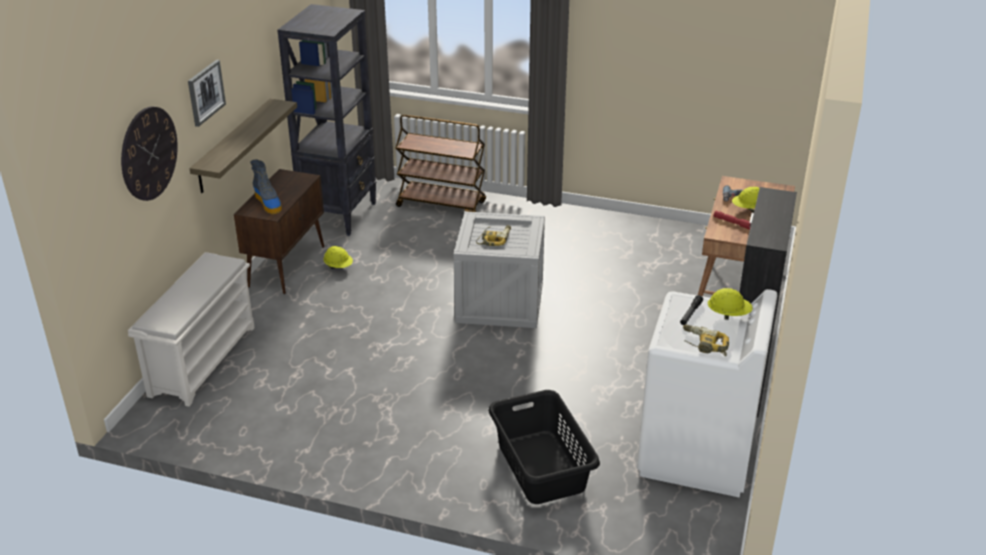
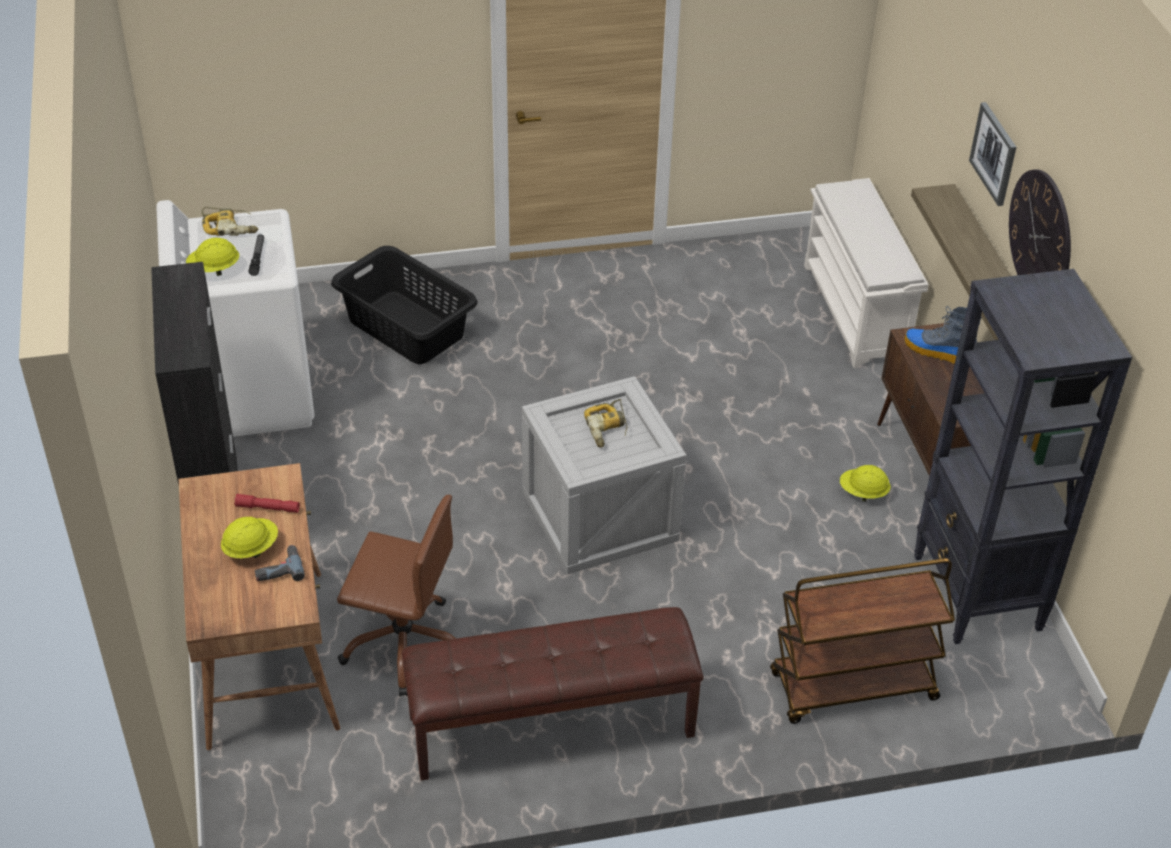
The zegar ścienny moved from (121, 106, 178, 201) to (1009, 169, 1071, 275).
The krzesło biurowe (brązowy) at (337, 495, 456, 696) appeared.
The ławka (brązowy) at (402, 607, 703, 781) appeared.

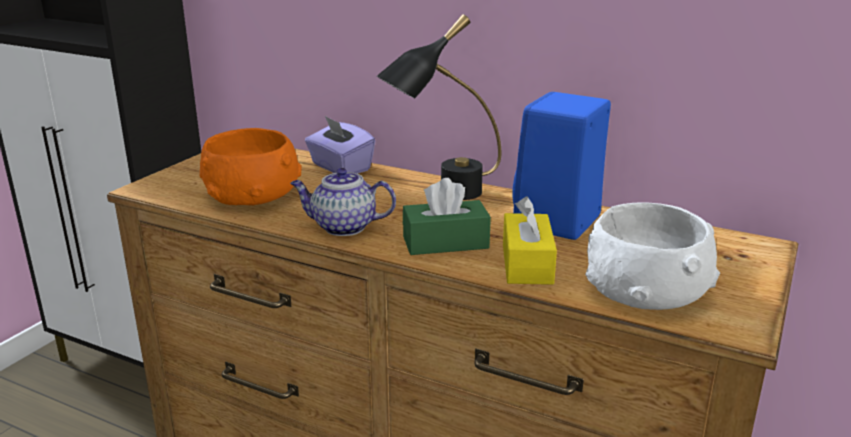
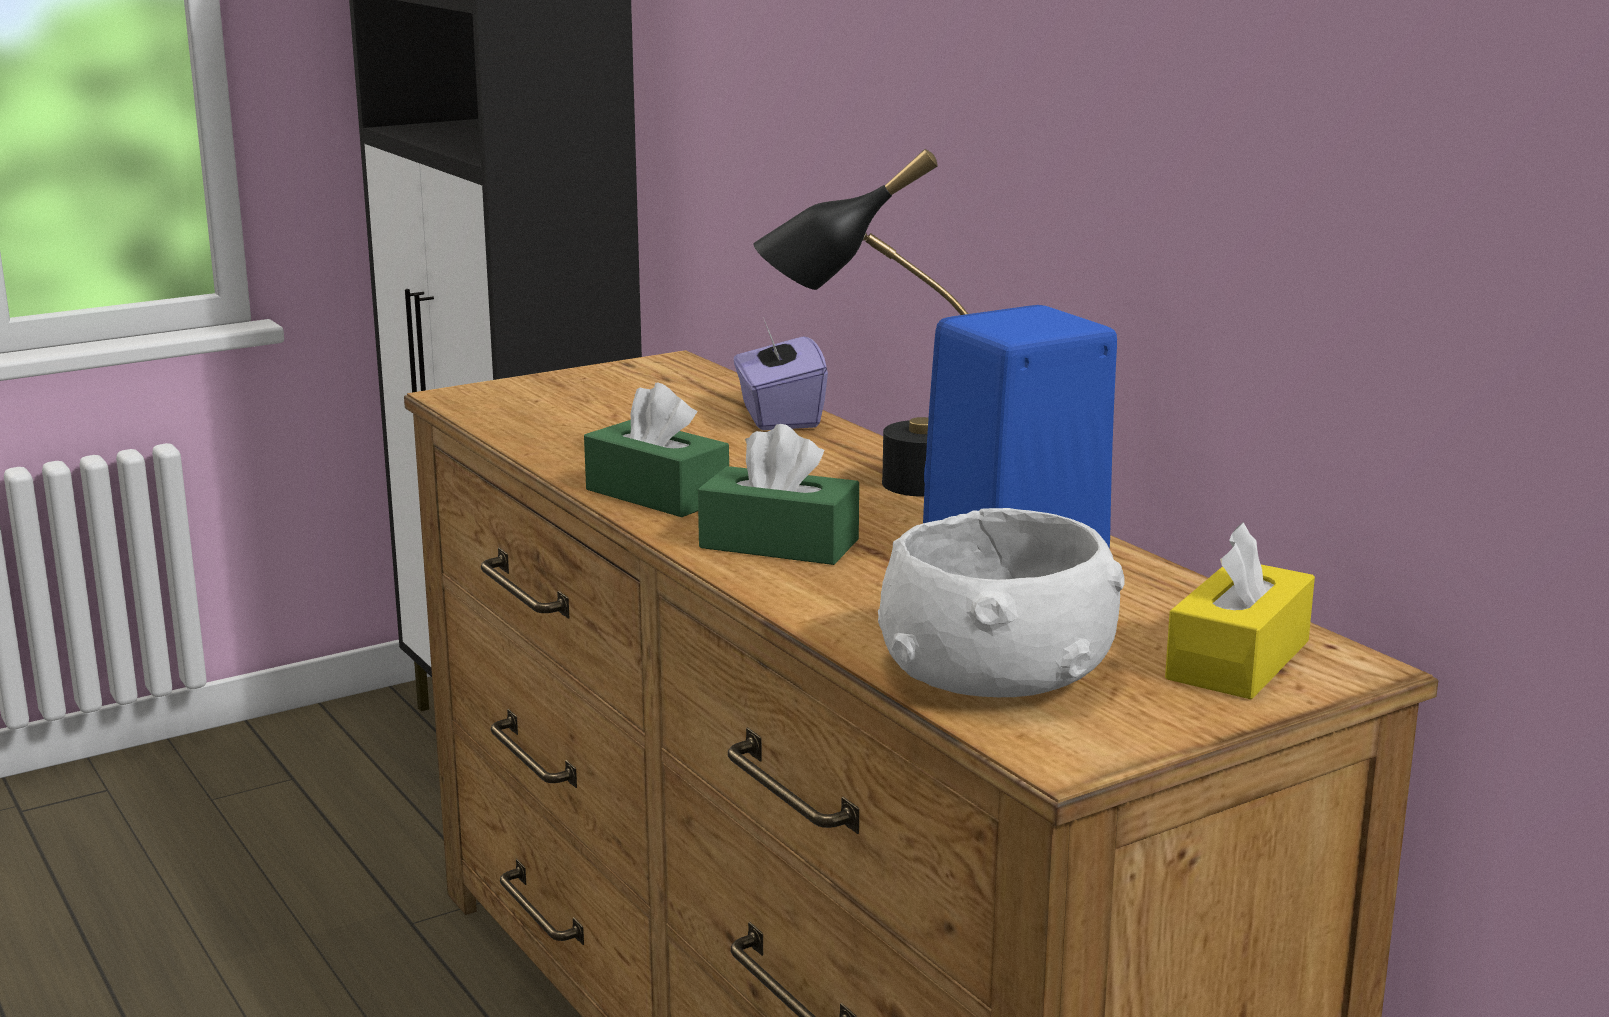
The miska (pomarańczowy) at (200, 128, 302, 205) disappeared.
The imbryk at (290, 168, 396, 236) was replaced by the pudełko chusteczek (zielony) at (584, 382, 729, 517).
The pudełko chusteczek (żółty) moved from (503, 196, 557, 285) to (1165, 522, 1315, 699).

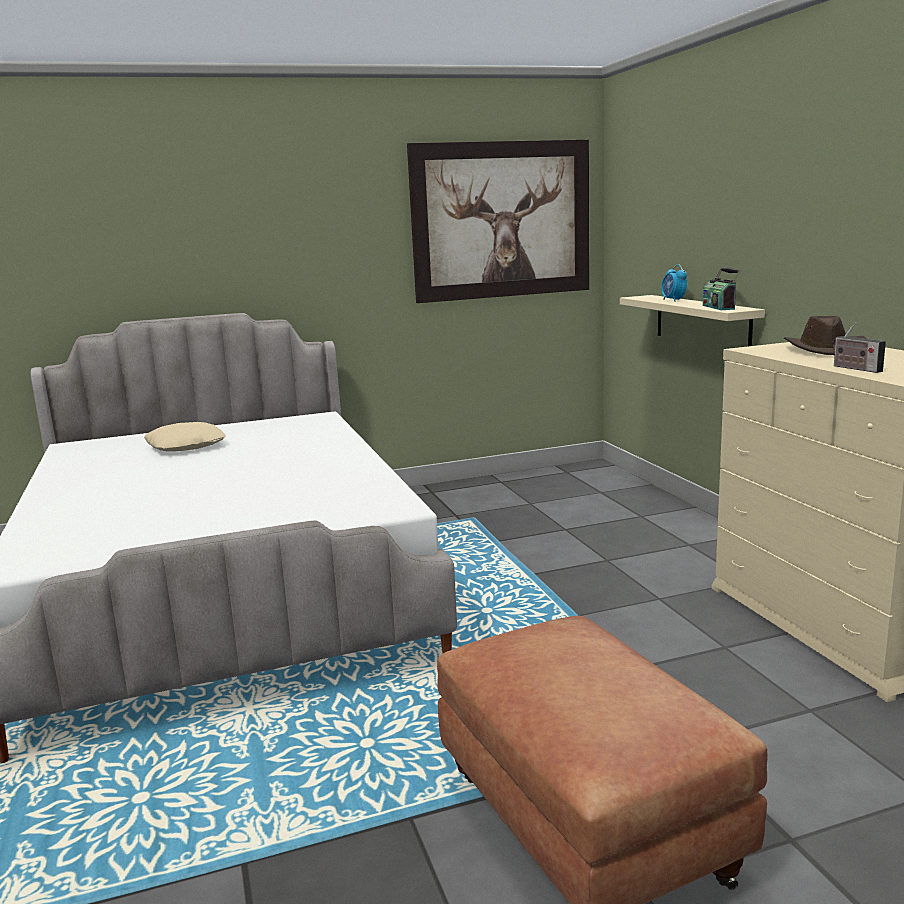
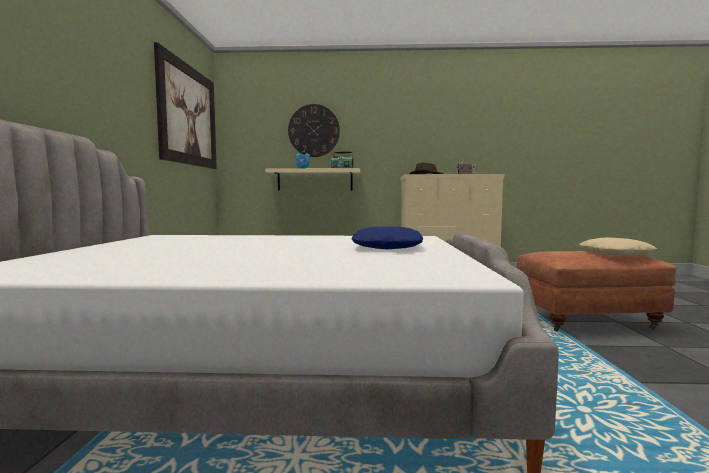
The poduszka (beżowy) moved from (144, 422, 226, 452) to (579, 237, 657, 256).
The zegar ścienny at (288, 104, 340, 157) appeared.
The poduszka (niebieski) at (351, 226, 423, 249) appeared.

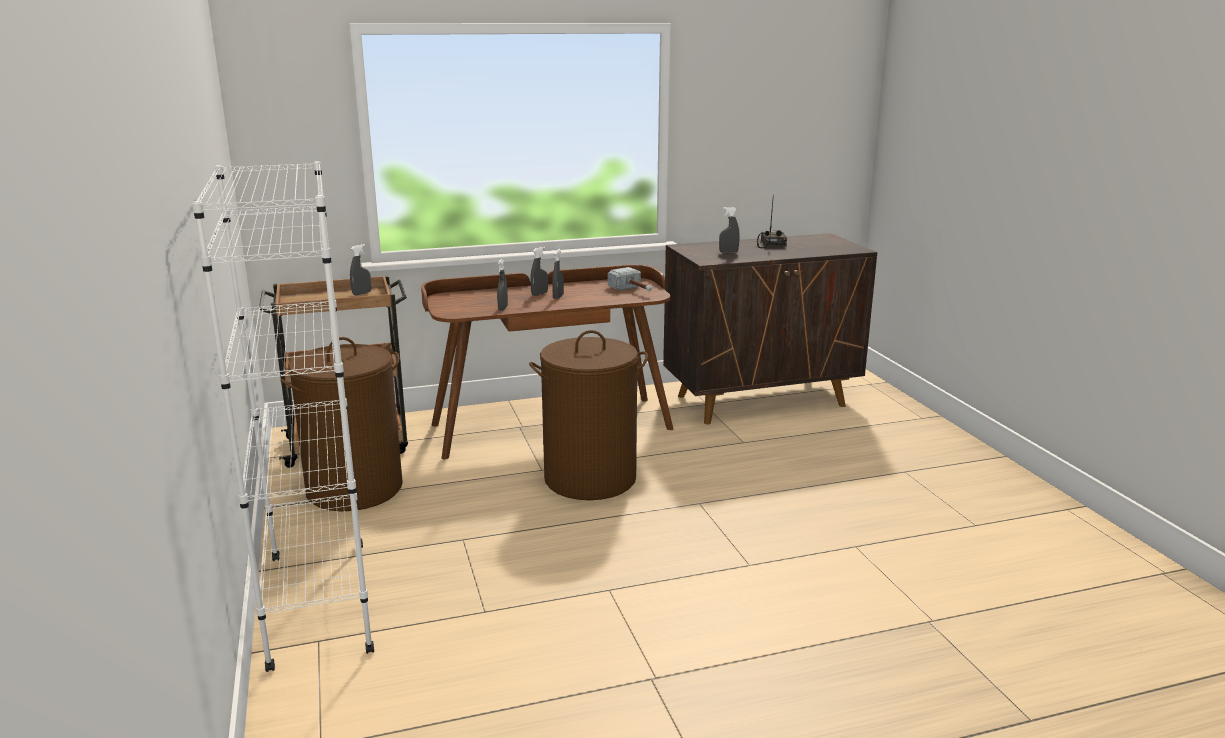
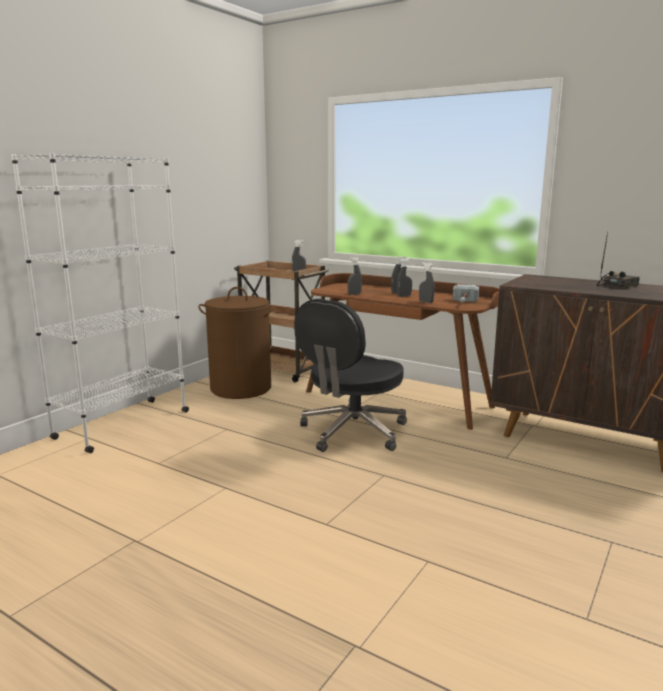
The kosz na pranie (brązowy) at (529, 330, 648, 500) was replaced by the krzesło biurowe (czarny) at (294, 299, 407, 452).
The spryskiwacz (szary) moved from (719, 207, 740, 253) to (419, 262, 435, 303).

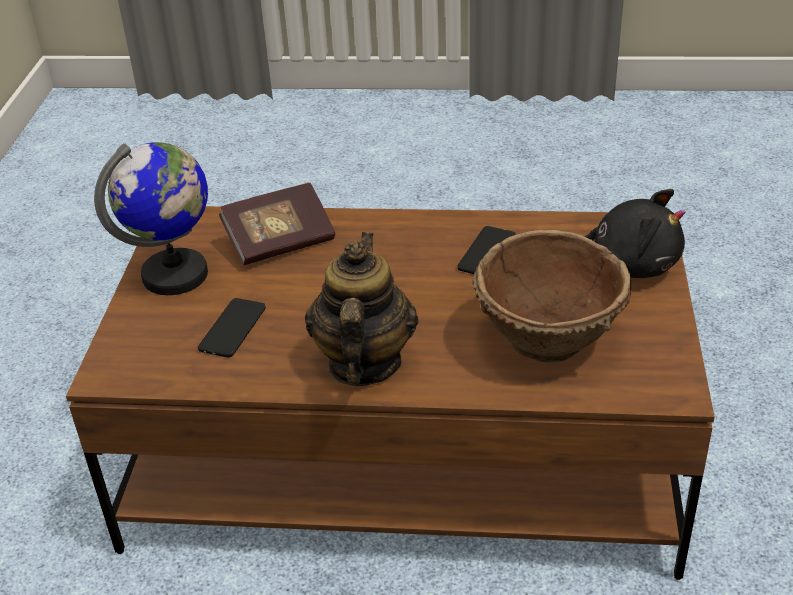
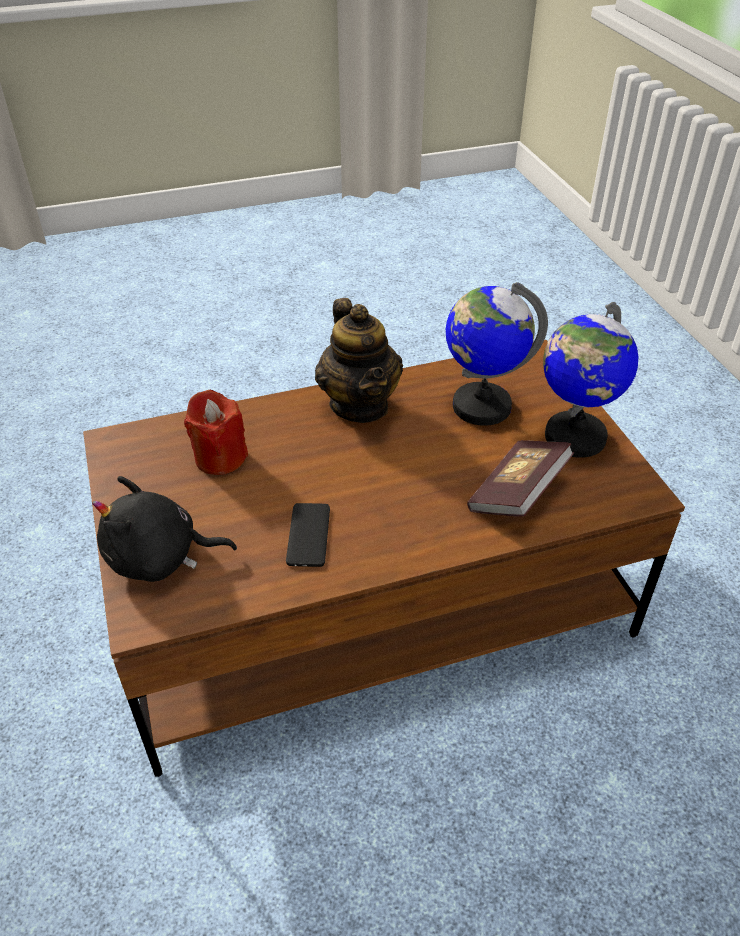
The telefon at (198, 298, 266, 358) was replaced by the globus at (446, 282, 548, 426).
The miska (brązowy) at (472, 230, 631, 363) was replaced by the świeca (czerwony) at (184, 389, 248, 475).

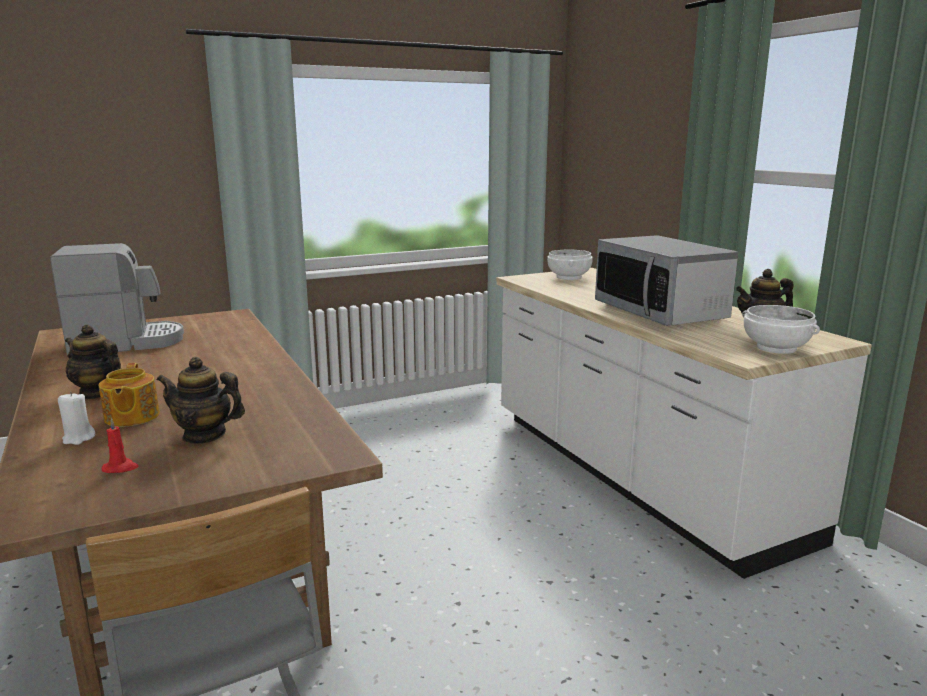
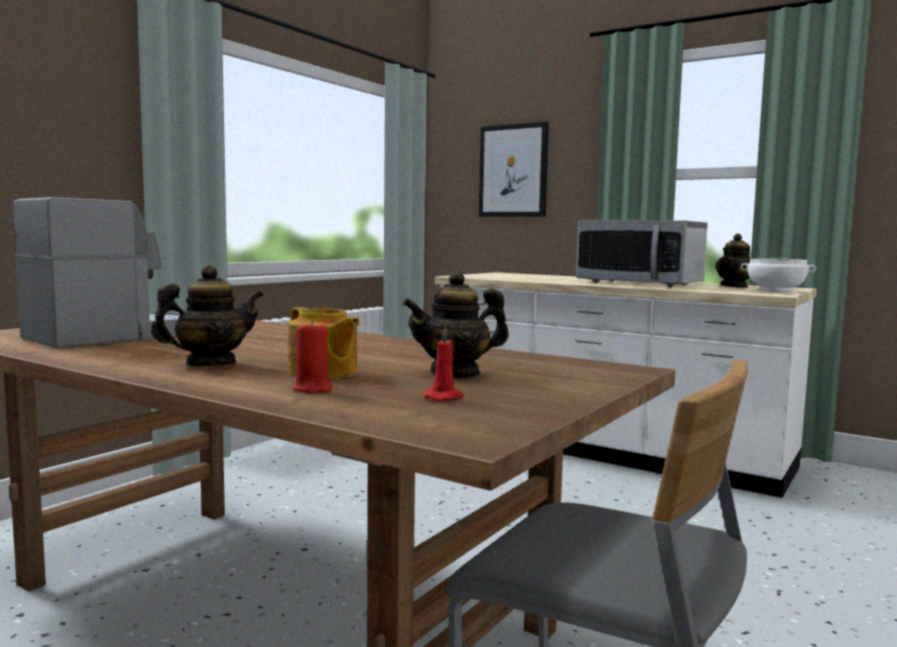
The świeca (biały) at (58, 392, 95, 445) became the świeca (czerwony) at (293, 320, 333, 394).
The imbryk at (65, 324, 121, 399) turned 150 degrees clockwise.
The miska (biały) at (547, 250, 593, 280) disappeared.
The obraz at (479, 122, 549, 217) appeared.

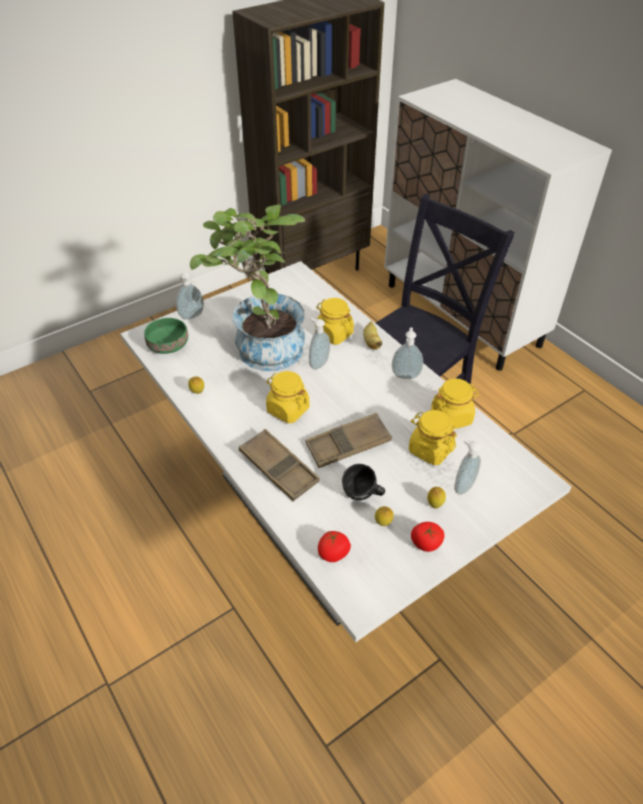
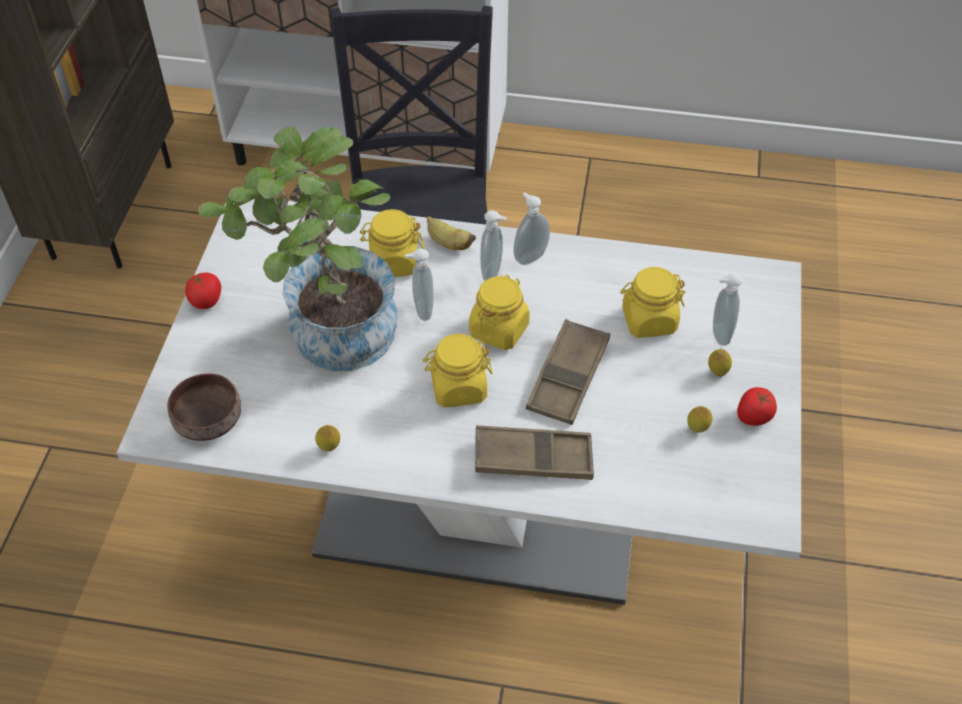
The miska (zielony) at (144, 318, 188, 354) became the miska (brązowy) at (167, 373, 241, 441).
The dozownik mydła moved from (176, 272, 204, 320) to (480, 210, 507, 281).
The pomidor moved from (318, 531, 351, 562) to (185, 273, 221, 309).
The kubek (czarny) at (342, 464, 385, 500) disappeared.
The słoik (żółty) moved from (431, 378, 479, 429) to (469, 275, 530, 350).

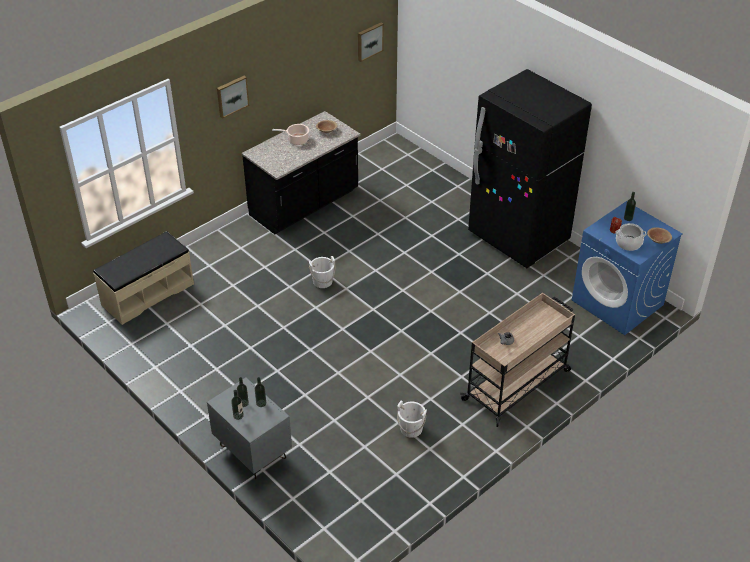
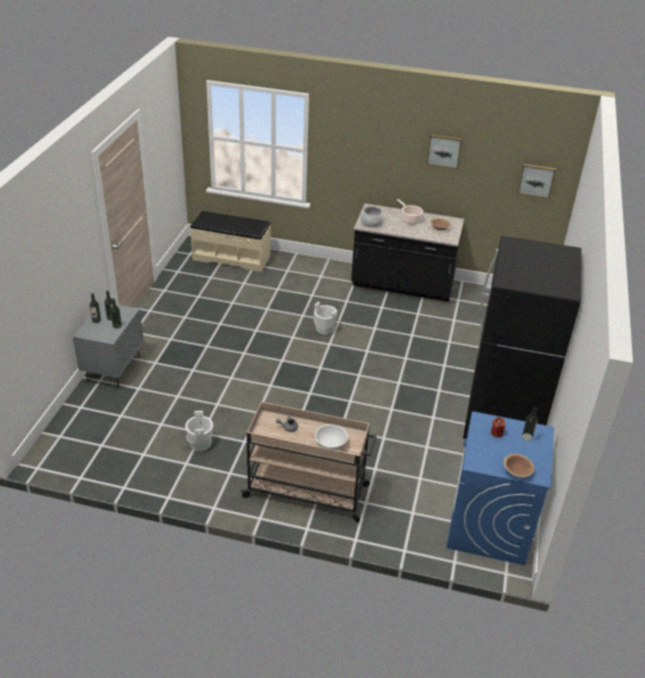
The obraz moved from (217, 76, 249, 119) to (427, 134, 462, 169).
The garnek moved from (615, 223, 646, 251) to (361, 206, 384, 228).
The miska (biały) at (315, 424, 348, 450) appeared.

